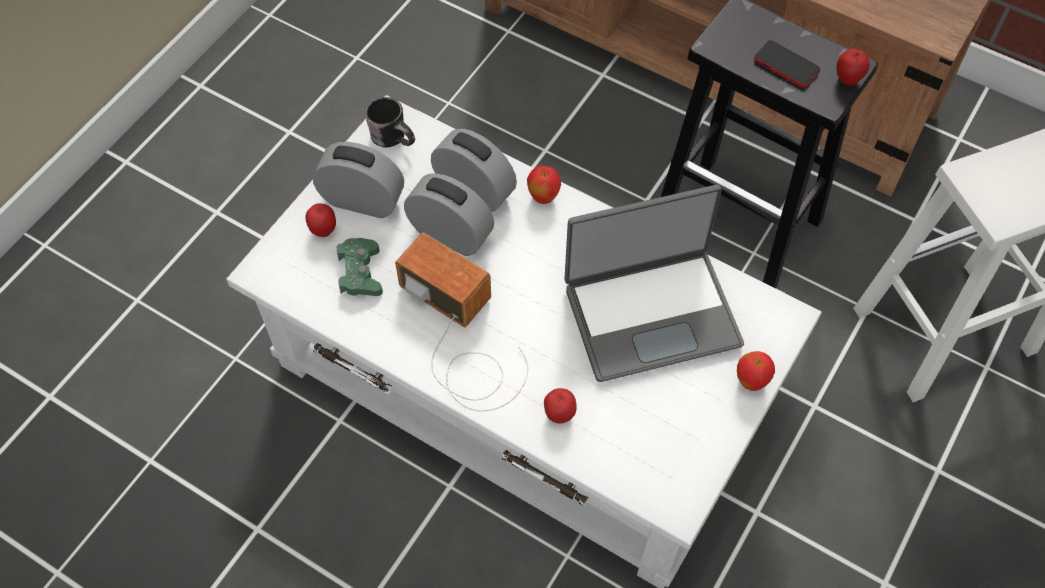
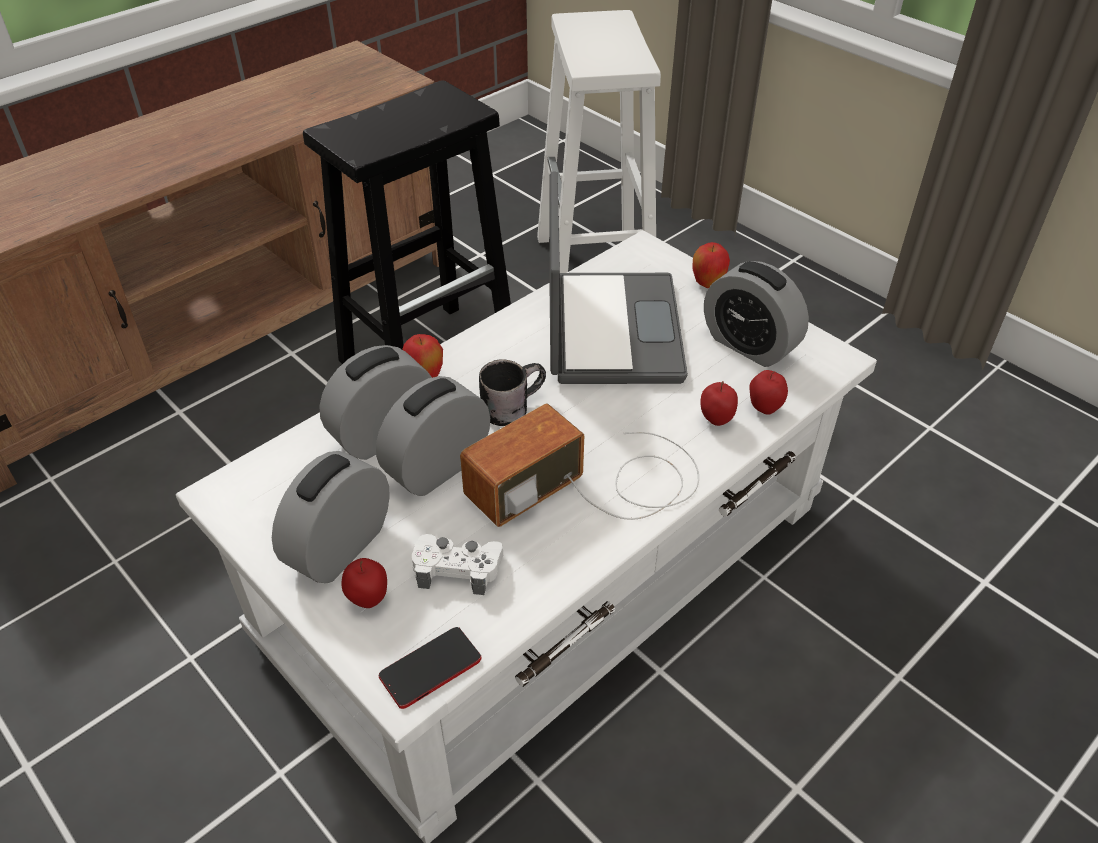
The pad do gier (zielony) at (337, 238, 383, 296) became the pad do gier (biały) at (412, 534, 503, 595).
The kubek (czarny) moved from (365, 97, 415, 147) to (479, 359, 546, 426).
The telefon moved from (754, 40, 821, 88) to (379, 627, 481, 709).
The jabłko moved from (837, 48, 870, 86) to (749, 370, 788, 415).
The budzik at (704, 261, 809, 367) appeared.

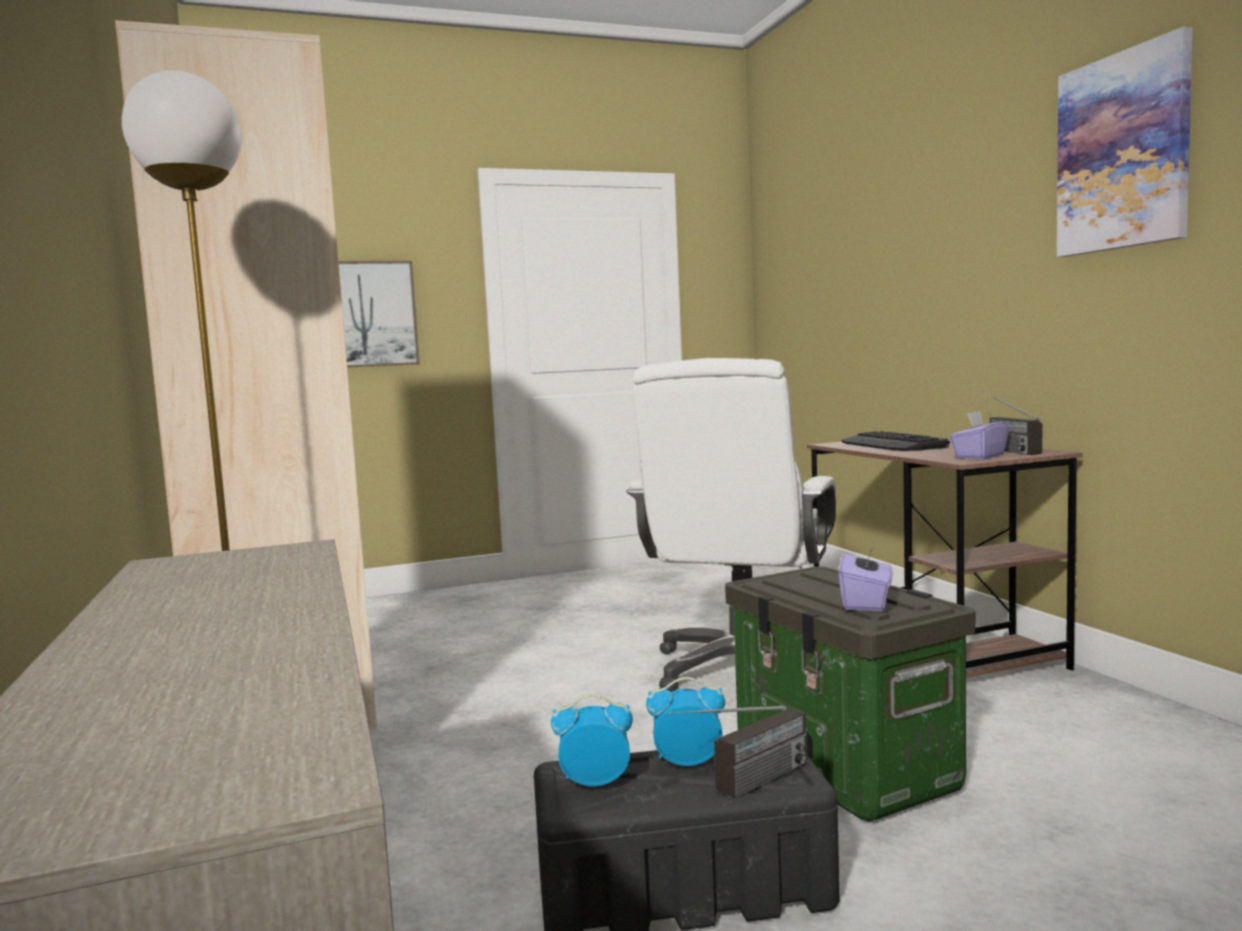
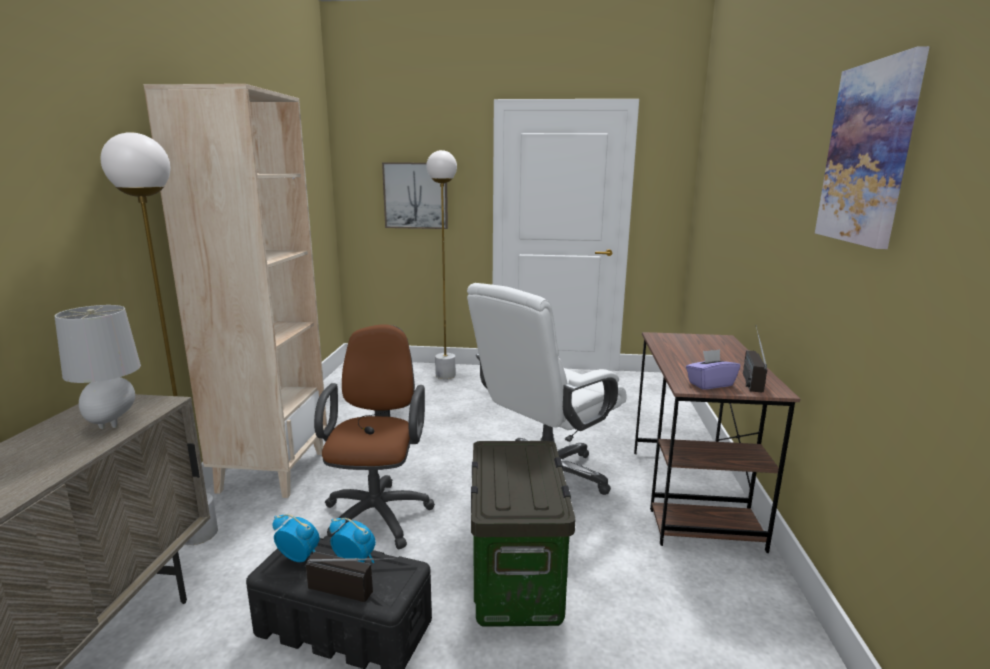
The radio at (669, 705, 807, 798) turned 150 degrees counterclockwise.
The pudełko chusteczek (fioletowy) at (838, 541, 892, 611) disappeared.
The klawiatura at (841, 431, 950, 451) disappeared.
The lampa stołowa (szary) at (55, 305, 141, 429) appeared.
The krzesło biurowe (brązowy) at (314, 324, 435, 550) appeared.
The lampa stojąca (biały) at (426, 150, 457, 379) appeared.

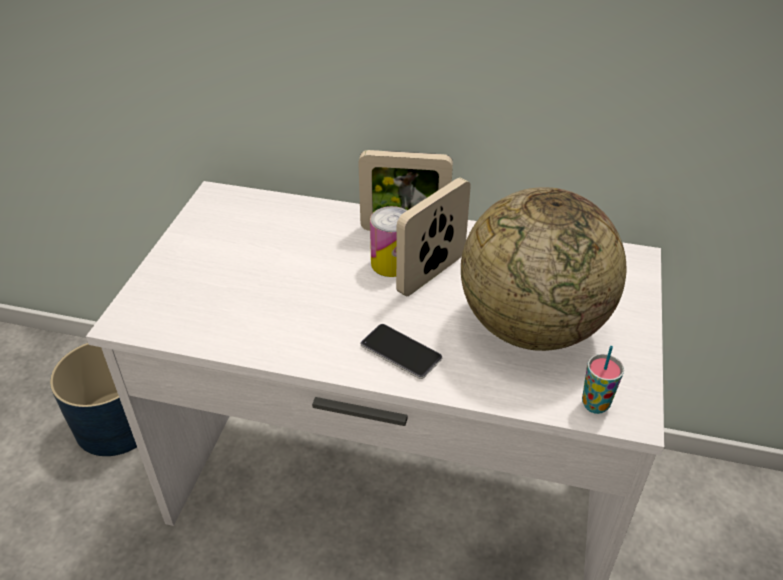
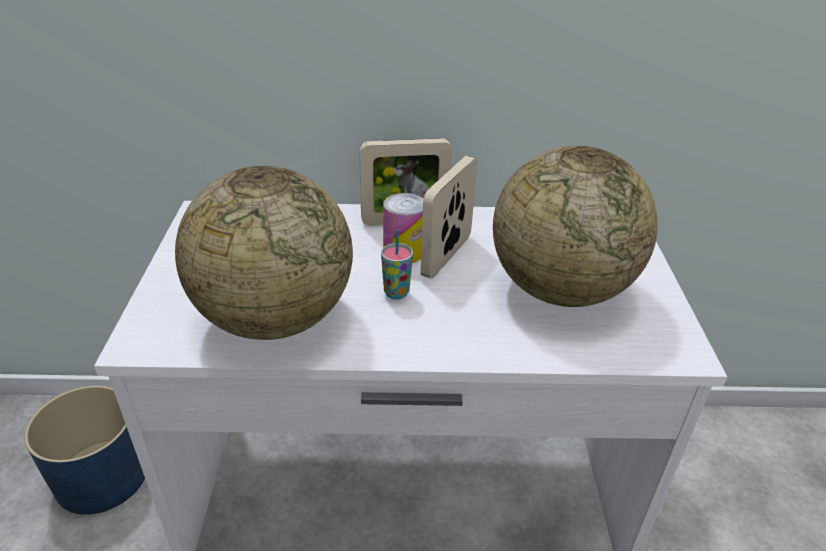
The telefon at (361, 324, 442, 379) disappeared.
The filiżanka moved from (582, 346, 624, 414) to (381, 229, 413, 300).
The globus at (175, 166, 353, 340) appeared.

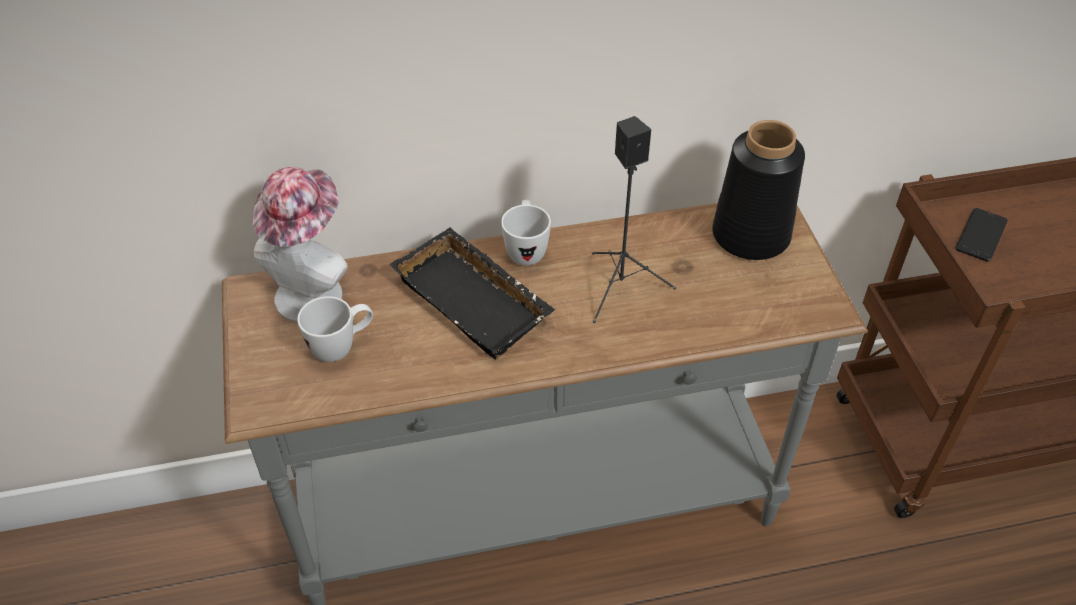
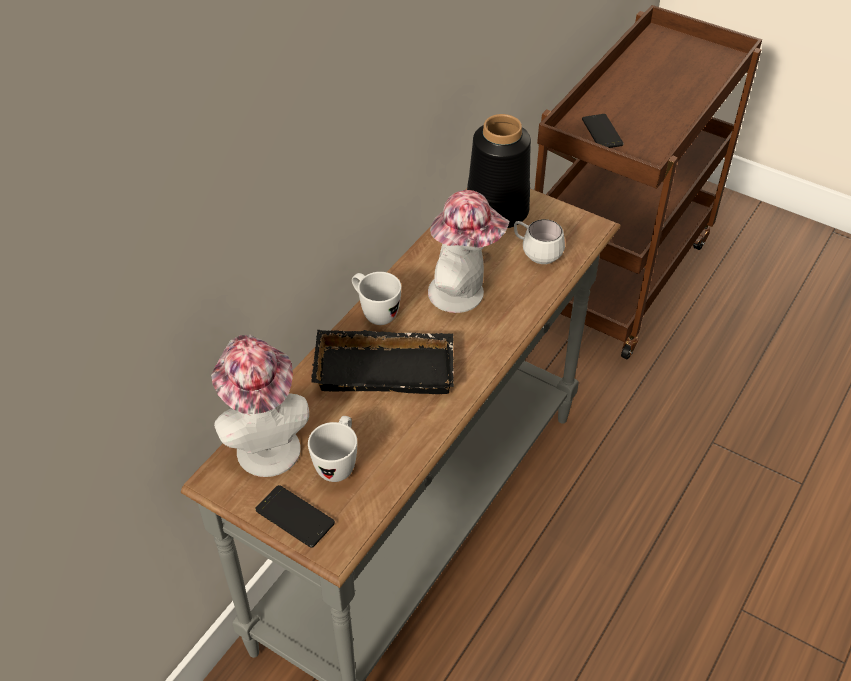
The głośnik (czarny) at (592, 116, 676, 323) was replaced by the kapelusz at (428, 190, 509, 313).
The telefon at (255, 485, 335, 548) appeared.
The kubek (biały) at (514, 219, 565, 264) appeared.

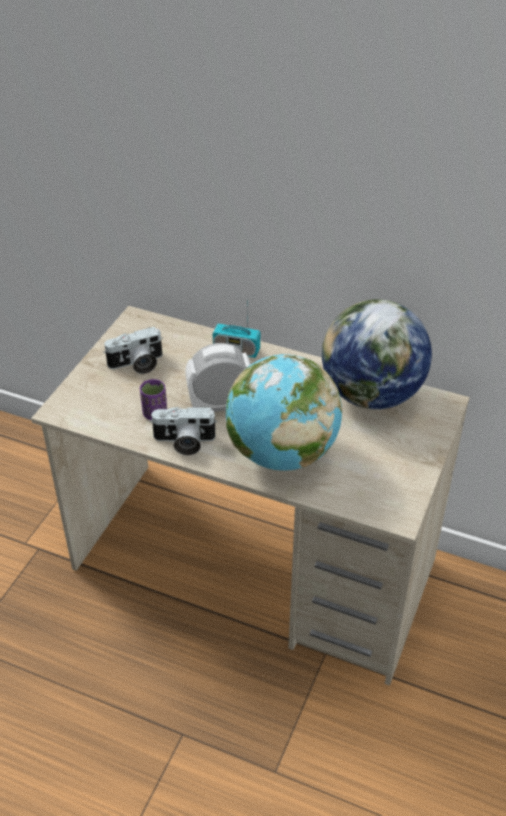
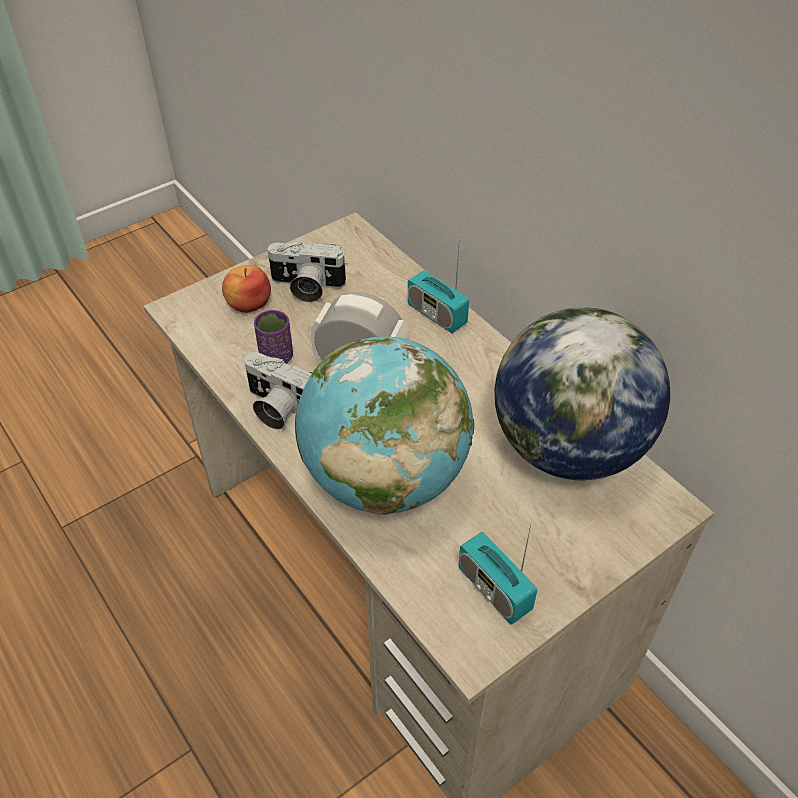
The jabłko at (222, 265, 271, 313) appeared.
The radio at (458, 525, 537, 625) appeared.

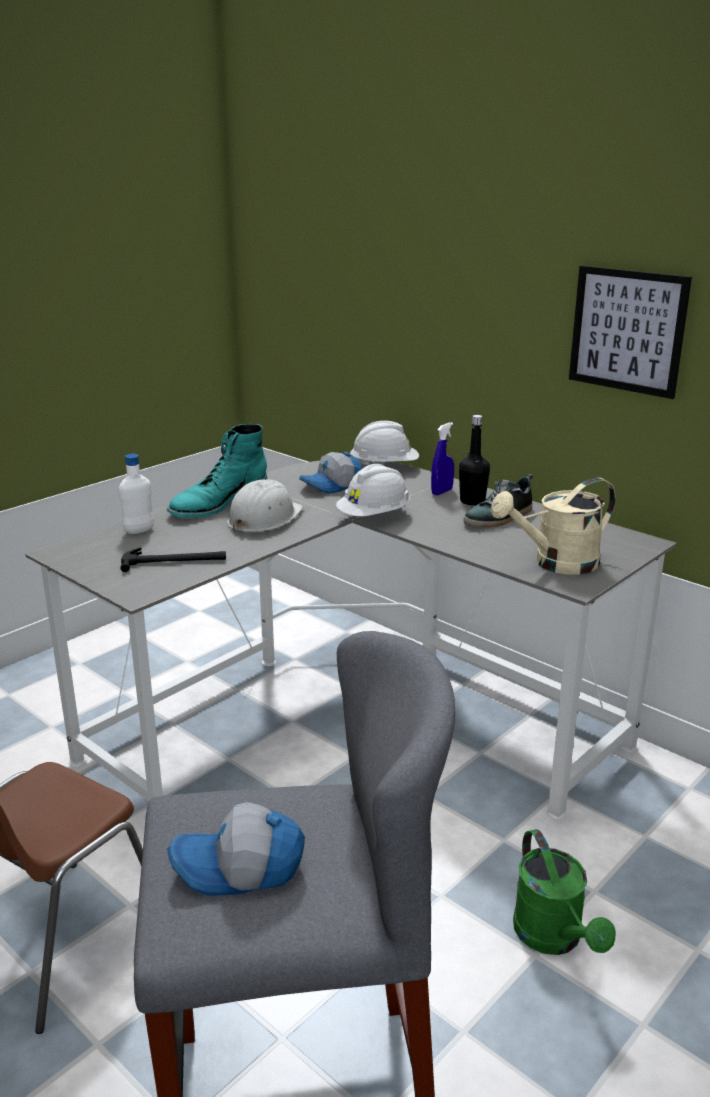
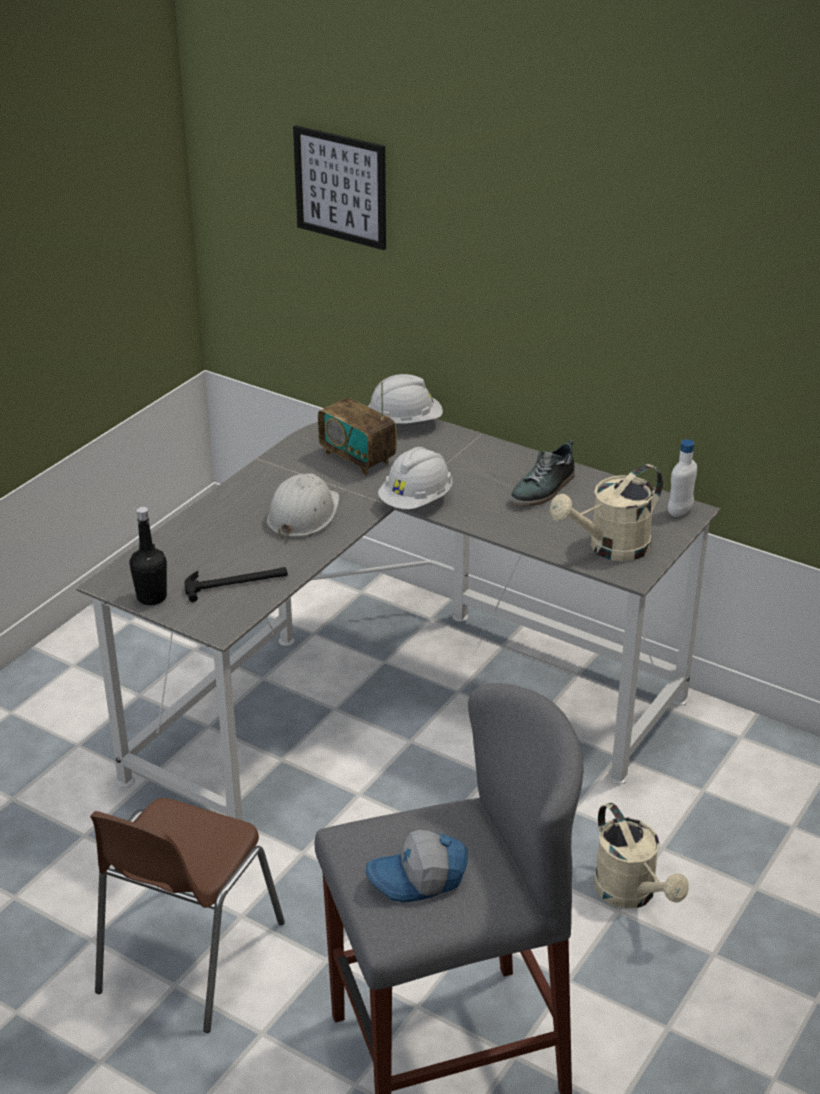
The butelka (biały) moved from (119, 454, 154, 534) to (668, 439, 697, 517).
The but z cholewką (turkusowy) at (167, 424, 267, 518) disappeared.
The czapka z daszkiem at (299, 452, 362, 494) was replaced by the radio at (318, 382, 397, 475).
The spryskiwacz (niebieski) at (431, 422, 454, 495) disappeared.
The butelka (czarny) moved from (459, 415, 490, 506) to (129, 507, 167, 605).
The konewka (zielony) at (513, 829, 616, 955) became the konewka (beżowy) at (594, 803, 689, 909).
The obraz moved from (569, 265, 692, 399) to (293, 125, 386, 250).

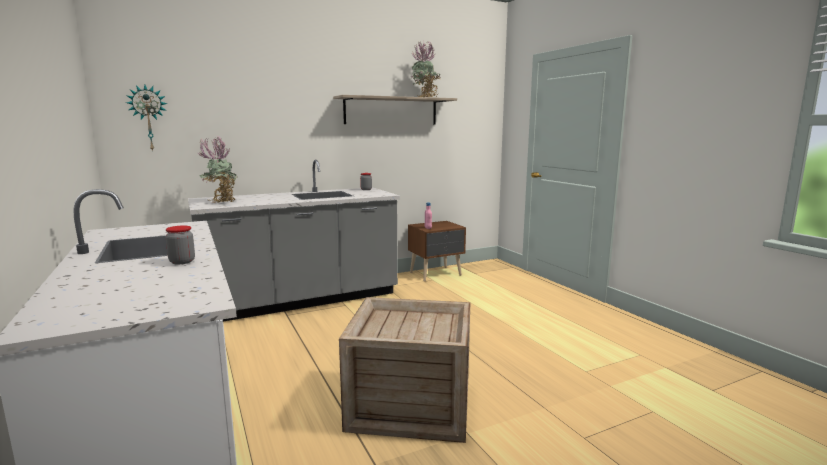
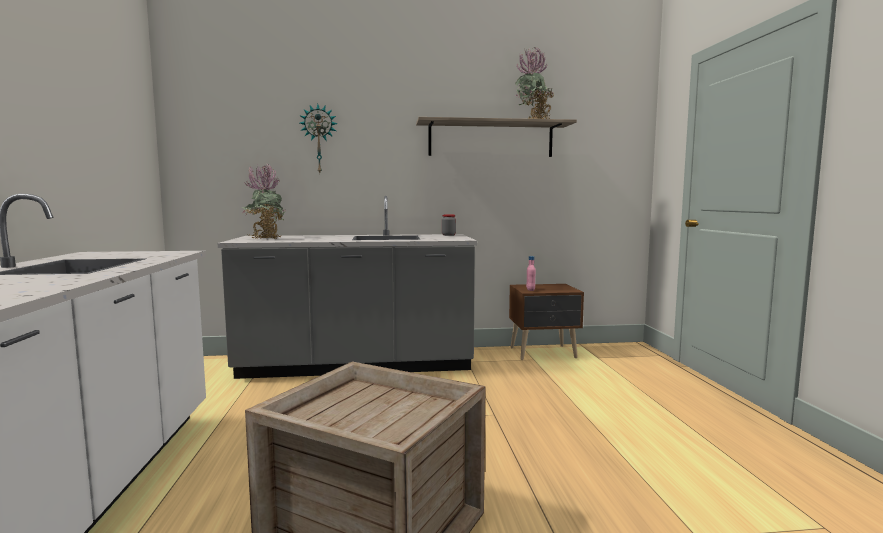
The zegar ścienny moved from (126, 85, 167, 152) to (300, 104, 338, 173).
The słoik at (166, 226, 195, 264) disappeared.

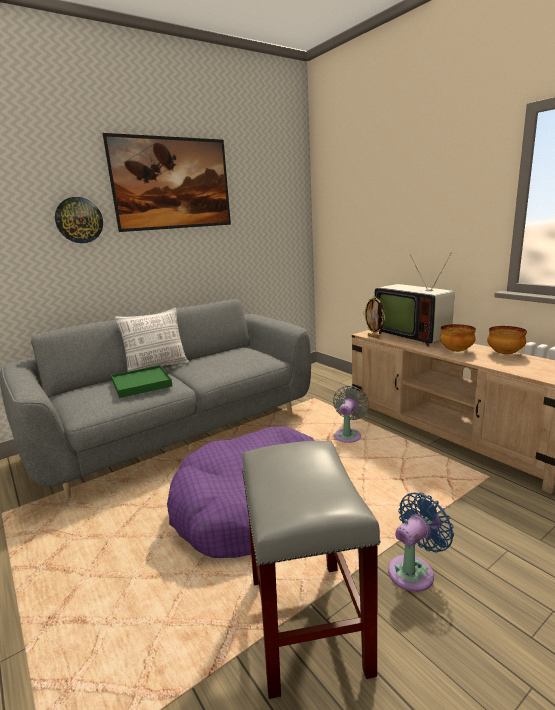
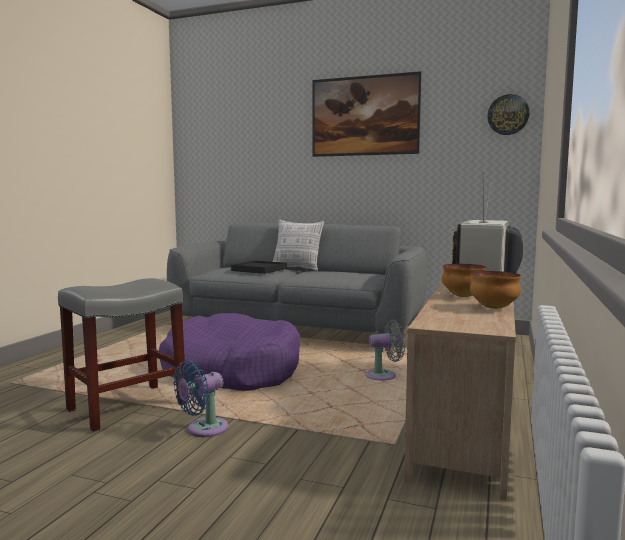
The zegar ścienny moved from (55, 197, 103, 243) to (487, 94, 529, 135).
The taca (zielony) at (111, 365, 172, 398) became the taca (czarny) at (231, 261, 287, 274).
The wentylator (niebieski) at (388, 492, 454, 592) turned 120 degrees clockwise.

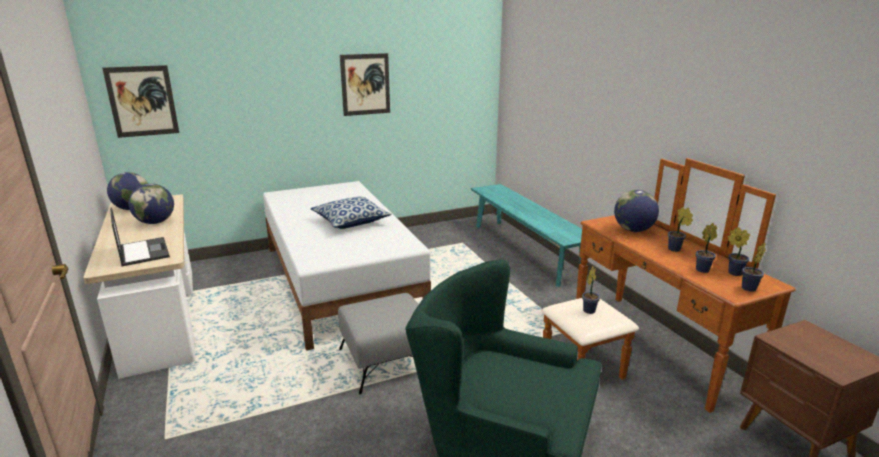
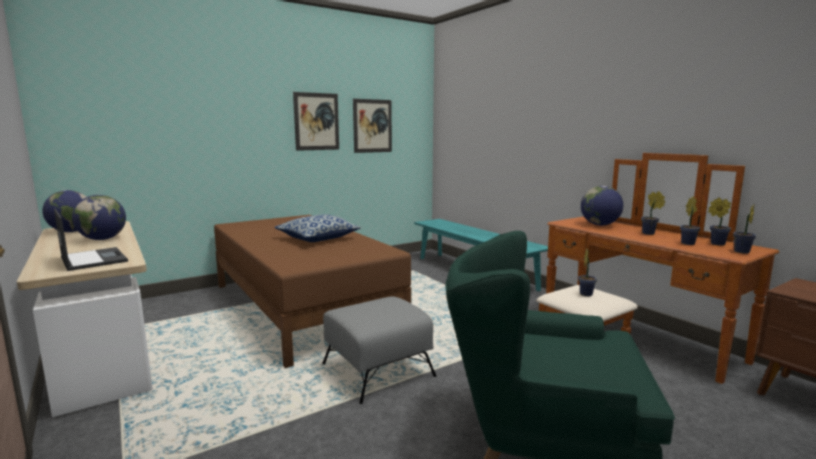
The obraz moved from (102, 65, 179, 138) to (353, 99, 392, 153).
The łóżko (biały) at (263, 181, 431, 351) became the łóżko (brązowy) at (214, 215, 411, 368).

